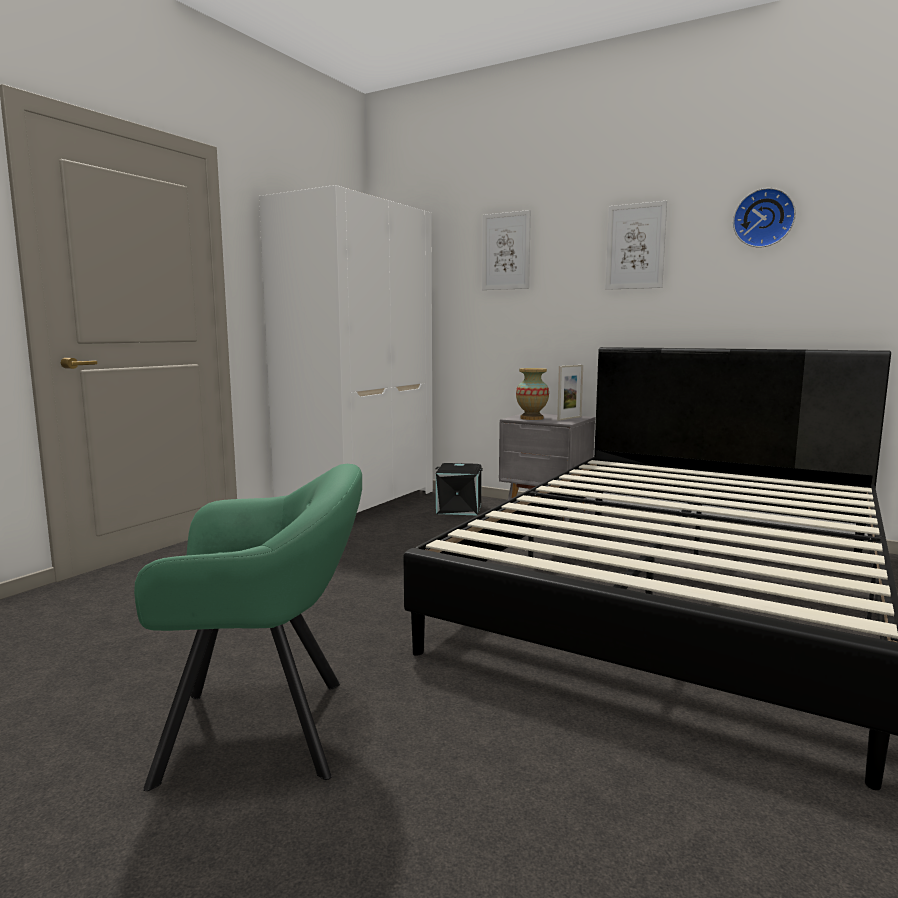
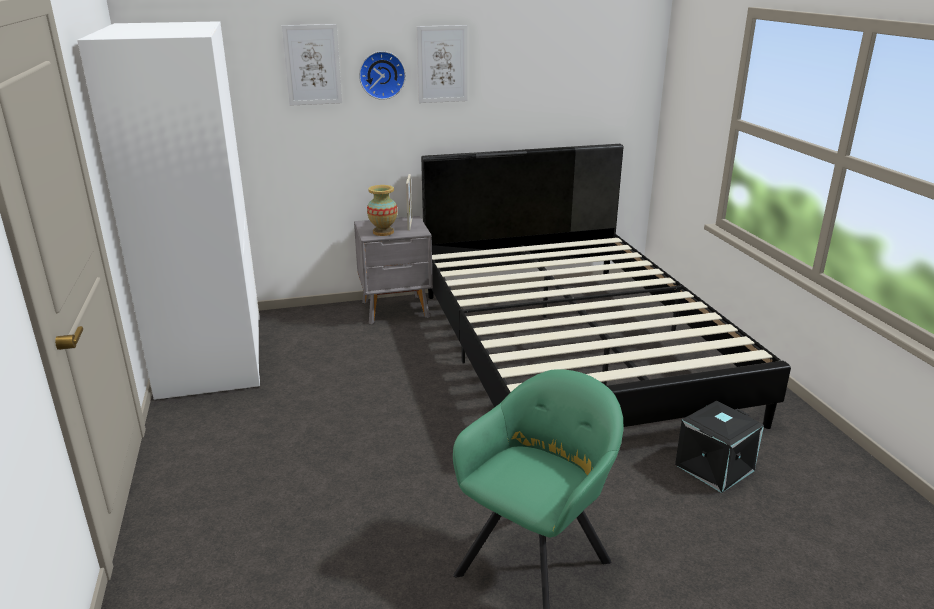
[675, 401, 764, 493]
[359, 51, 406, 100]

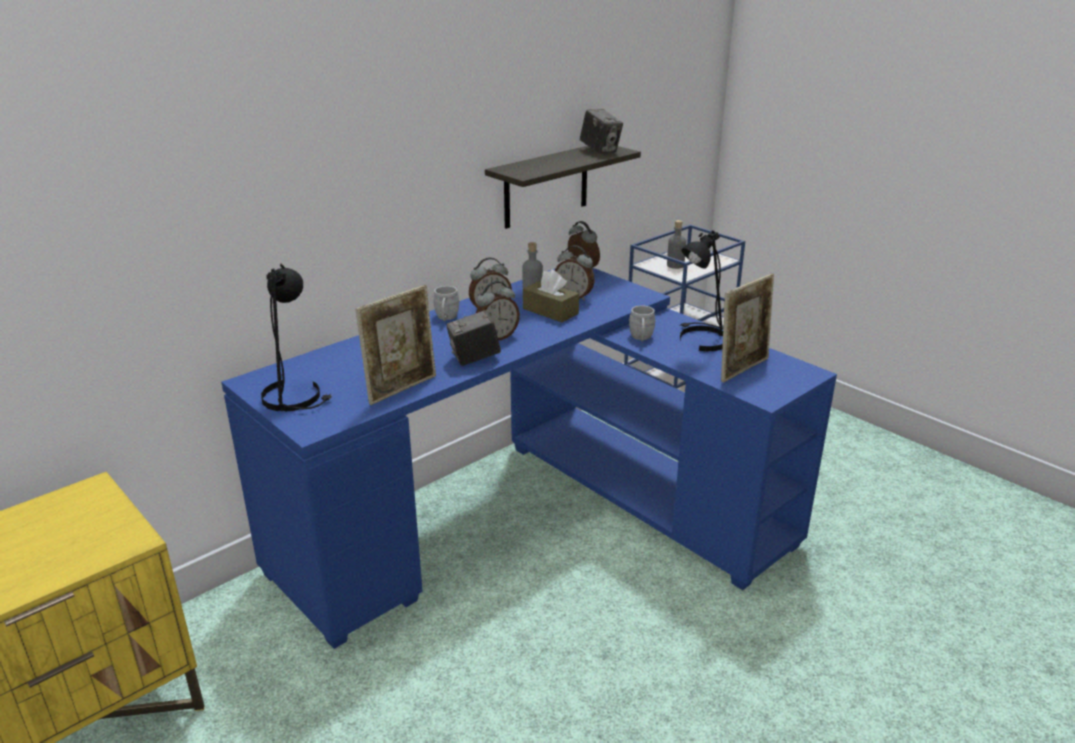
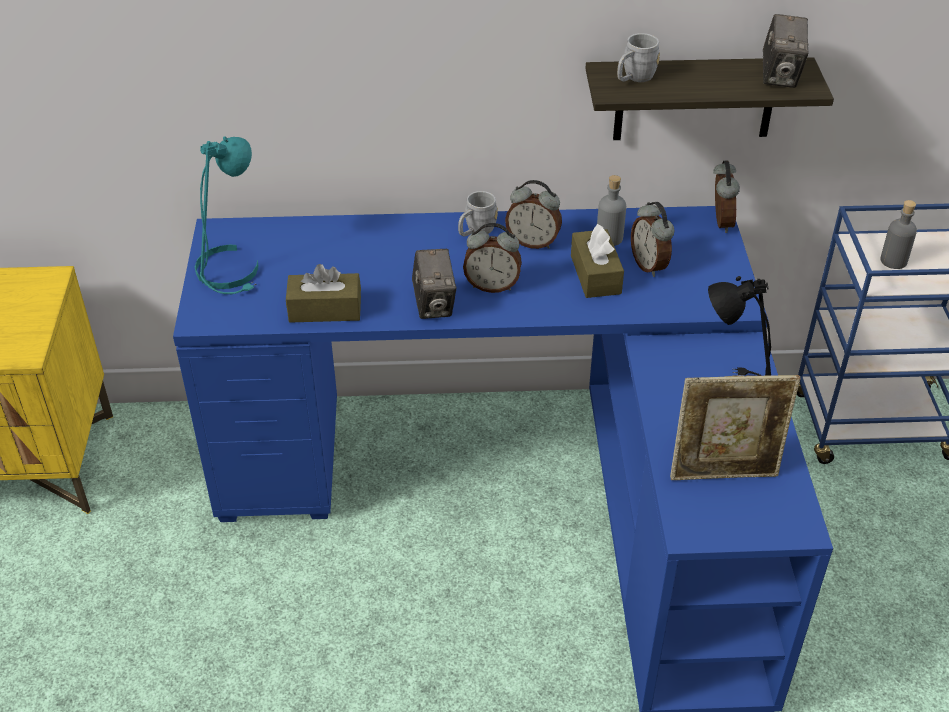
[617, 33, 660, 82]
[286, 264, 361, 323]
[195, 136, 258, 294]
[412, 249, 456, 319]

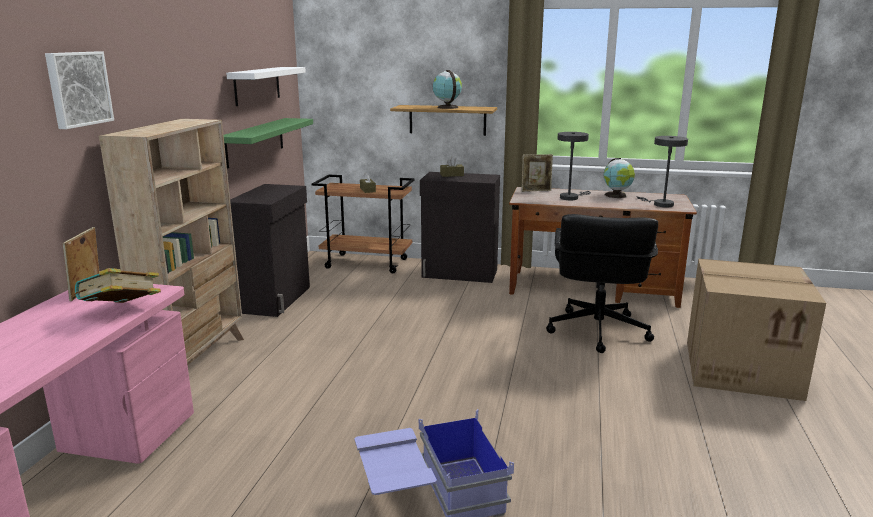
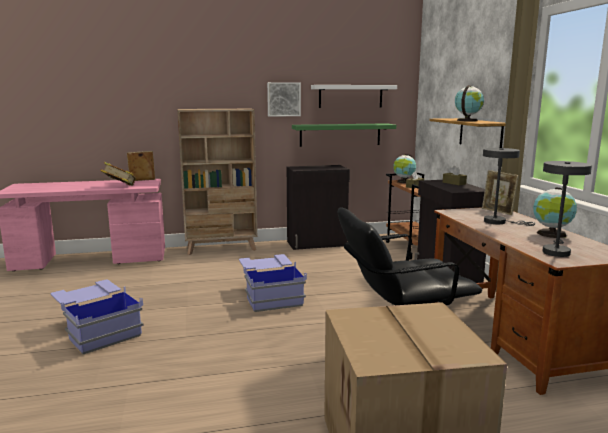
[239, 254, 307, 312]
[393, 154, 416, 183]
[267, 82, 301, 117]

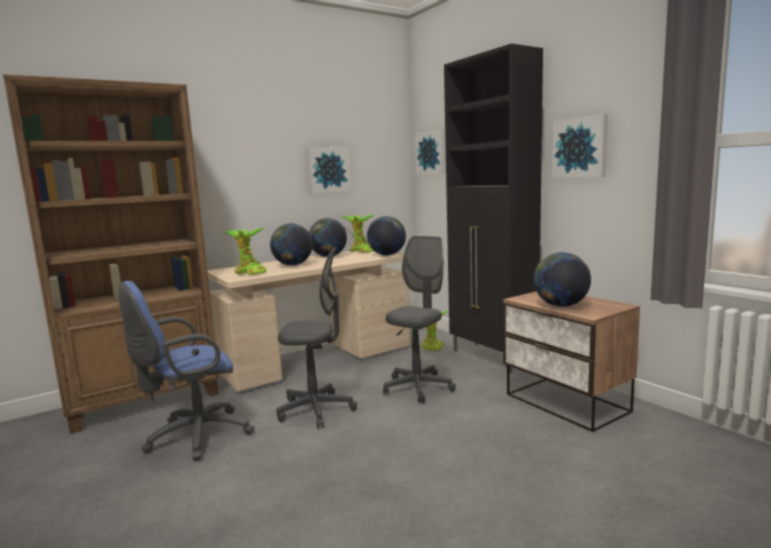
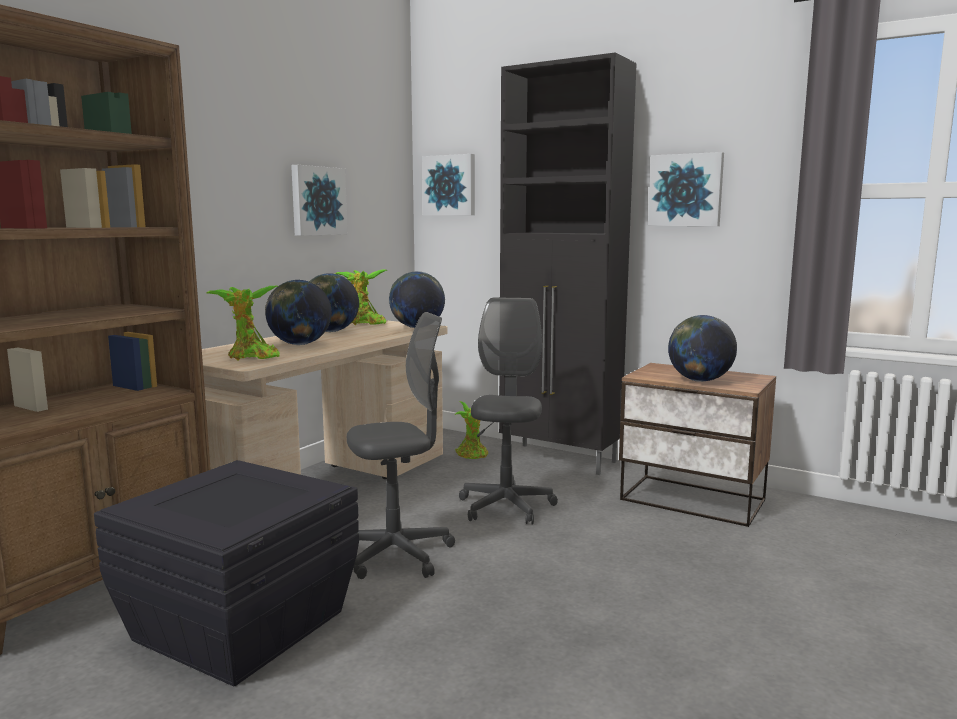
[94, 460, 359, 686]

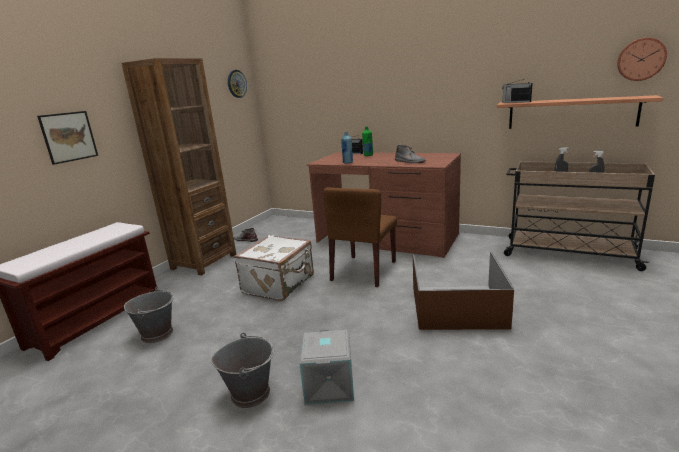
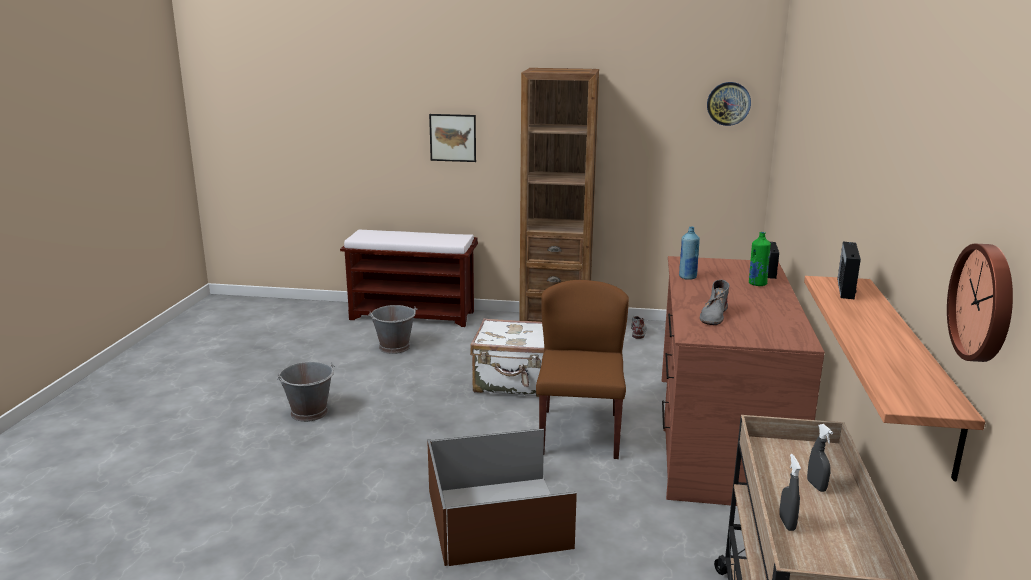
[299, 329, 354, 405] (first image)
[536, 280, 629, 459]

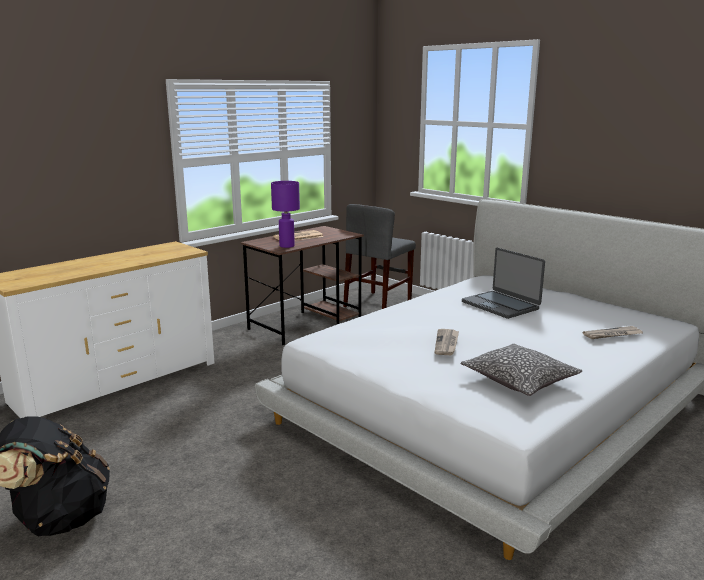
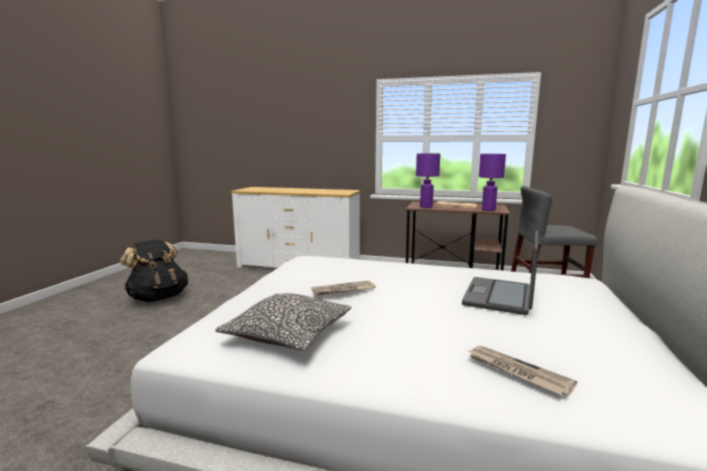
[479, 154, 506, 211]

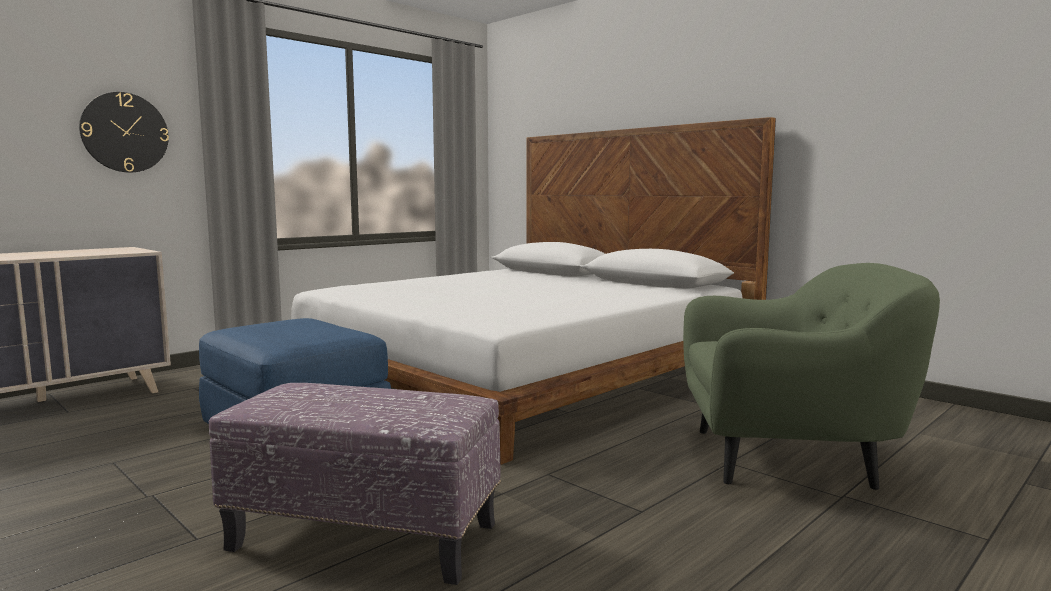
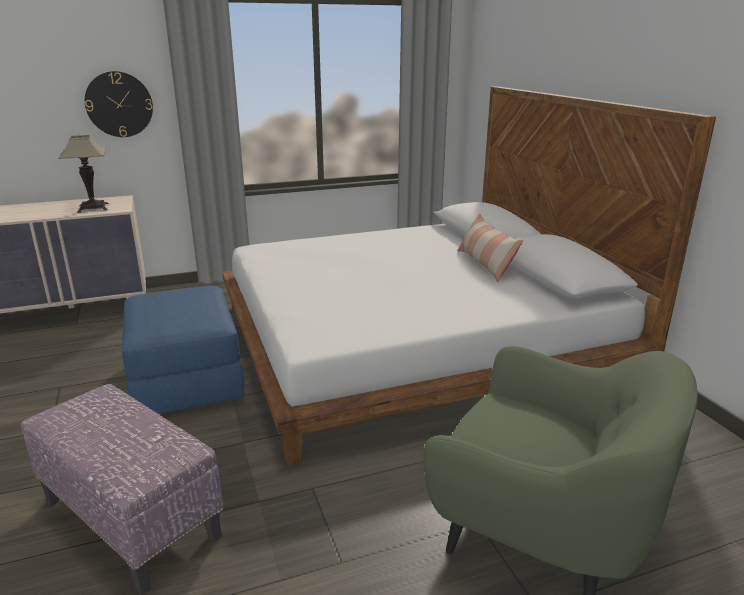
[59, 135, 109, 213]
[457, 214, 523, 282]

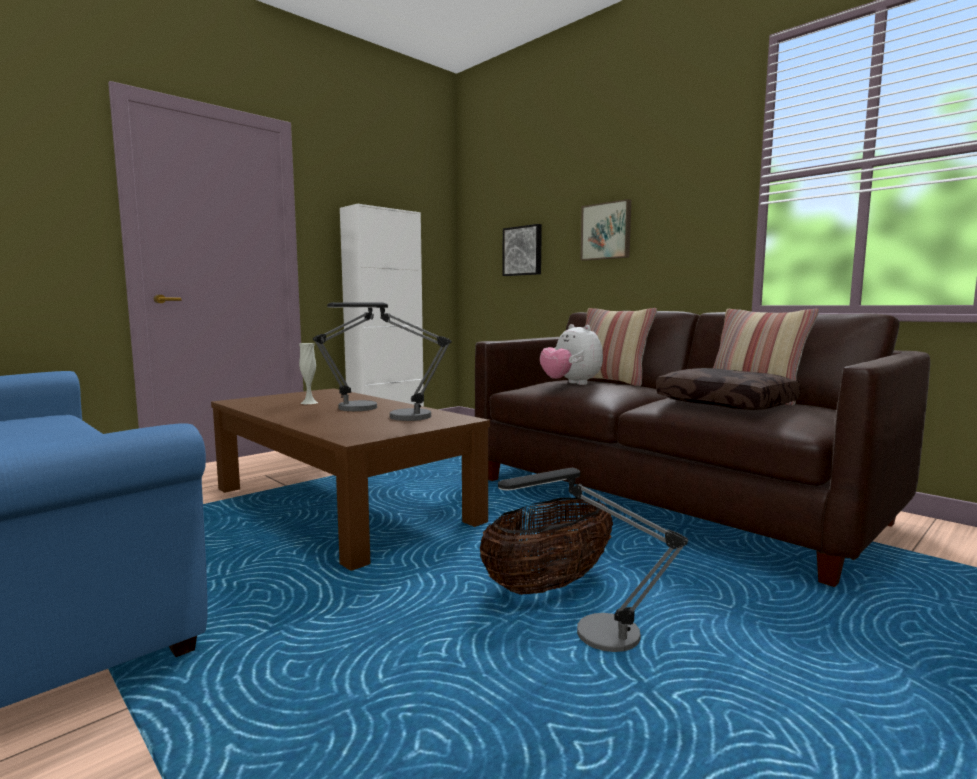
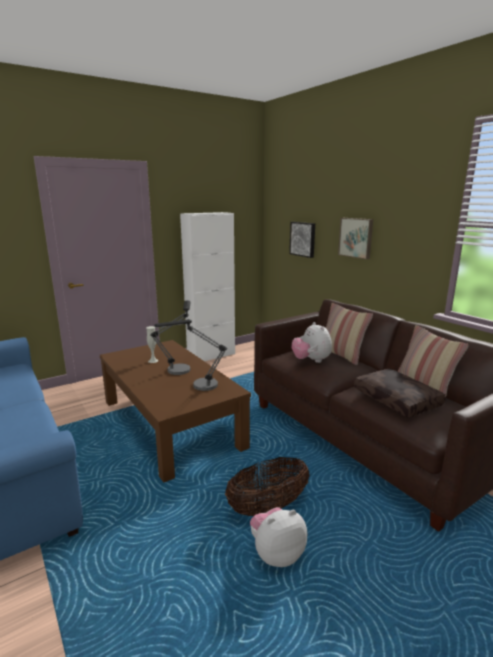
[250, 507, 307, 567]

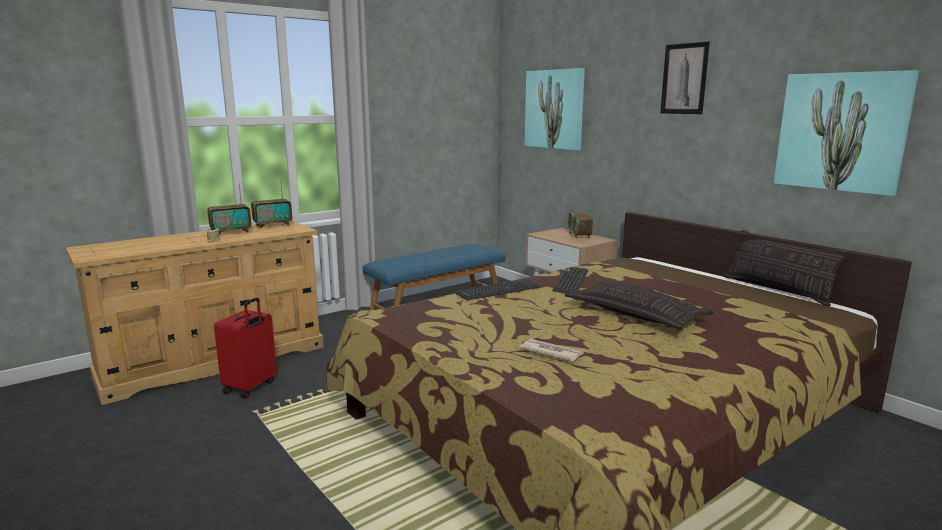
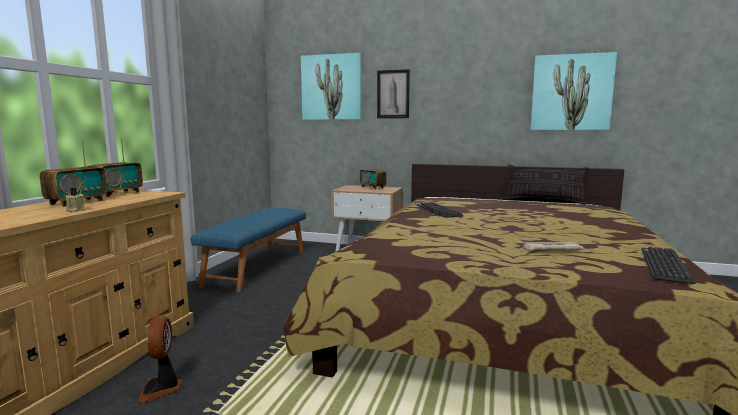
[565, 282, 714, 330] (first image)
[641, 247, 695, 284]
[377, 69, 410, 118]
[137, 315, 182, 403]

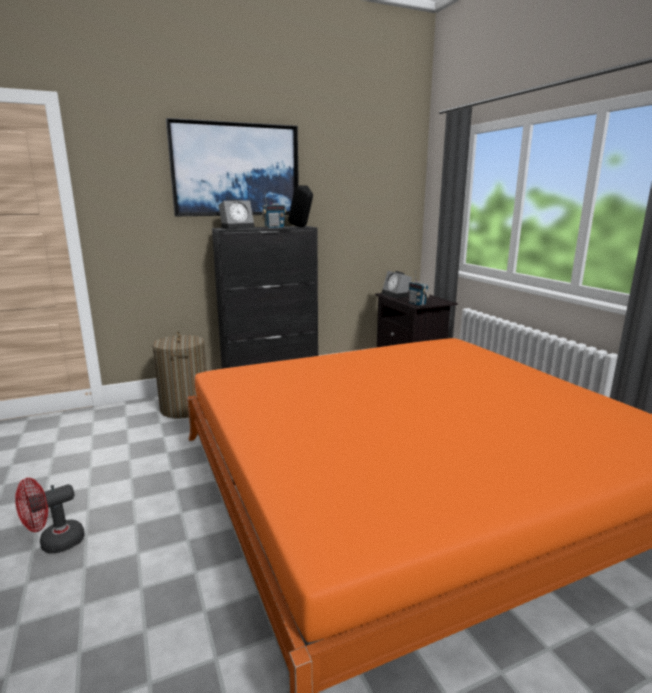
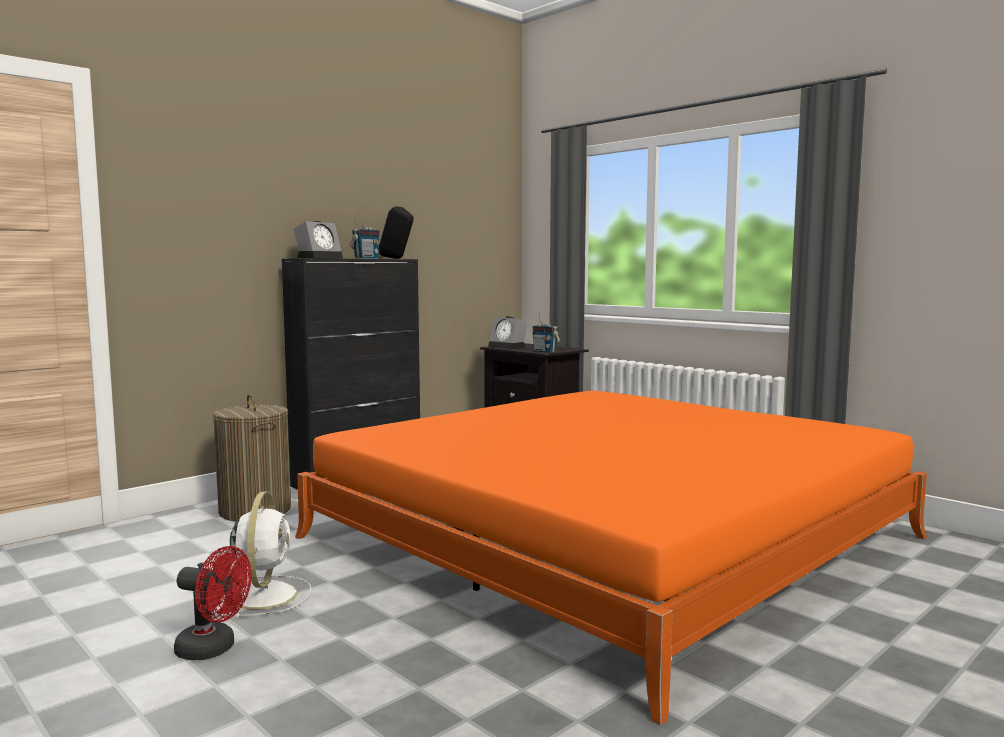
[166, 118, 299, 216] (first image)
[230, 492, 312, 618]
[174, 546, 252, 660]

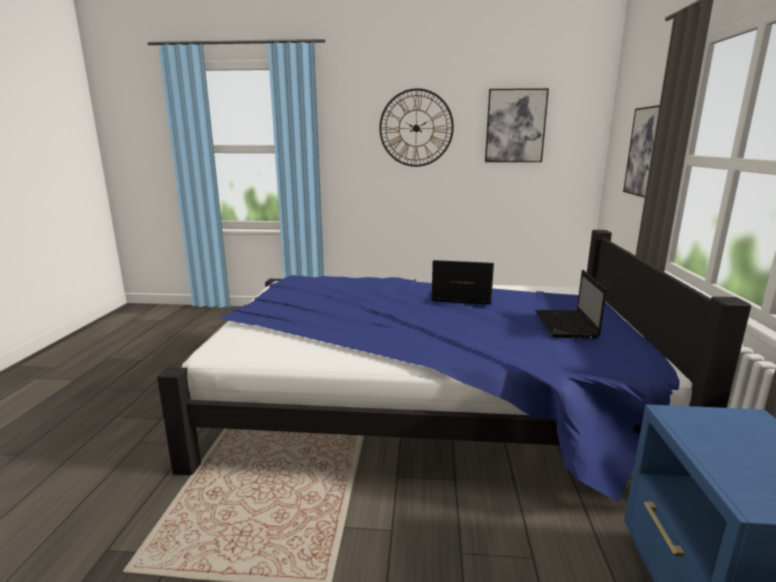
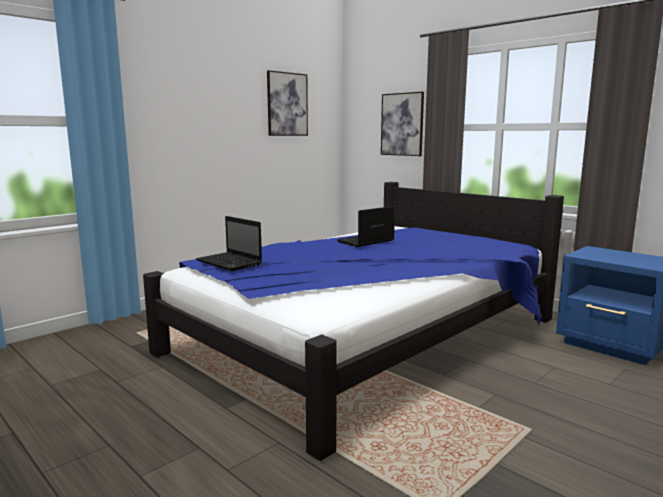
[379, 88, 454, 167] (first image)
[196, 216, 262, 271]

